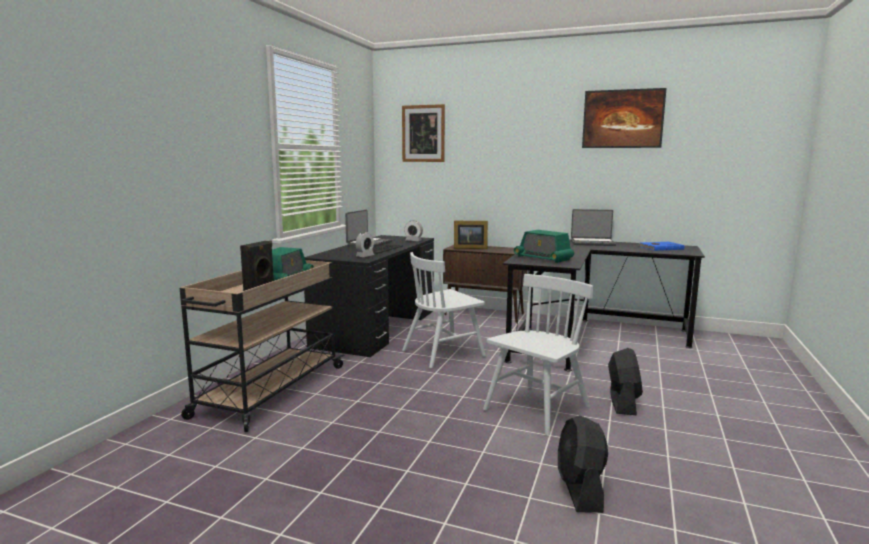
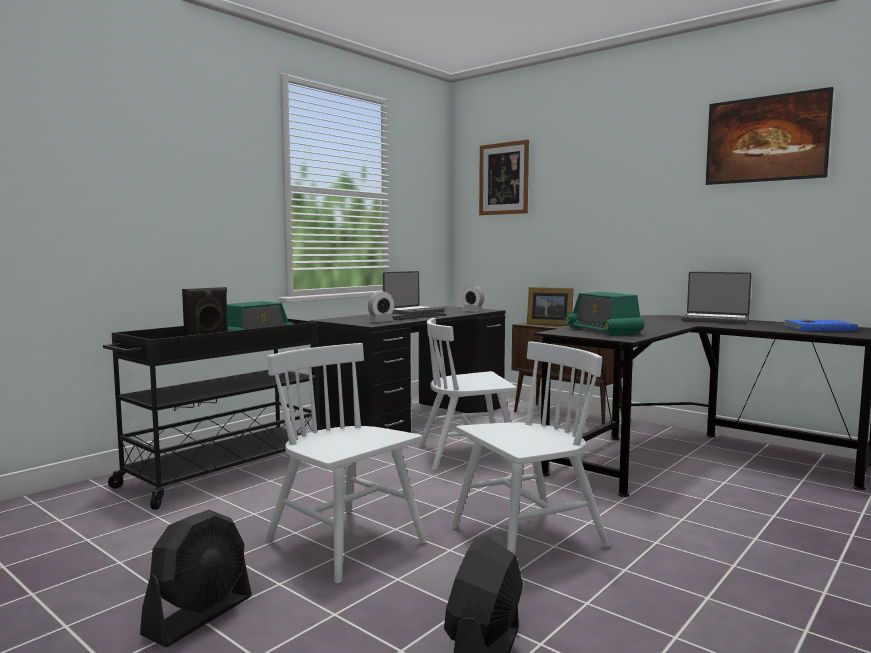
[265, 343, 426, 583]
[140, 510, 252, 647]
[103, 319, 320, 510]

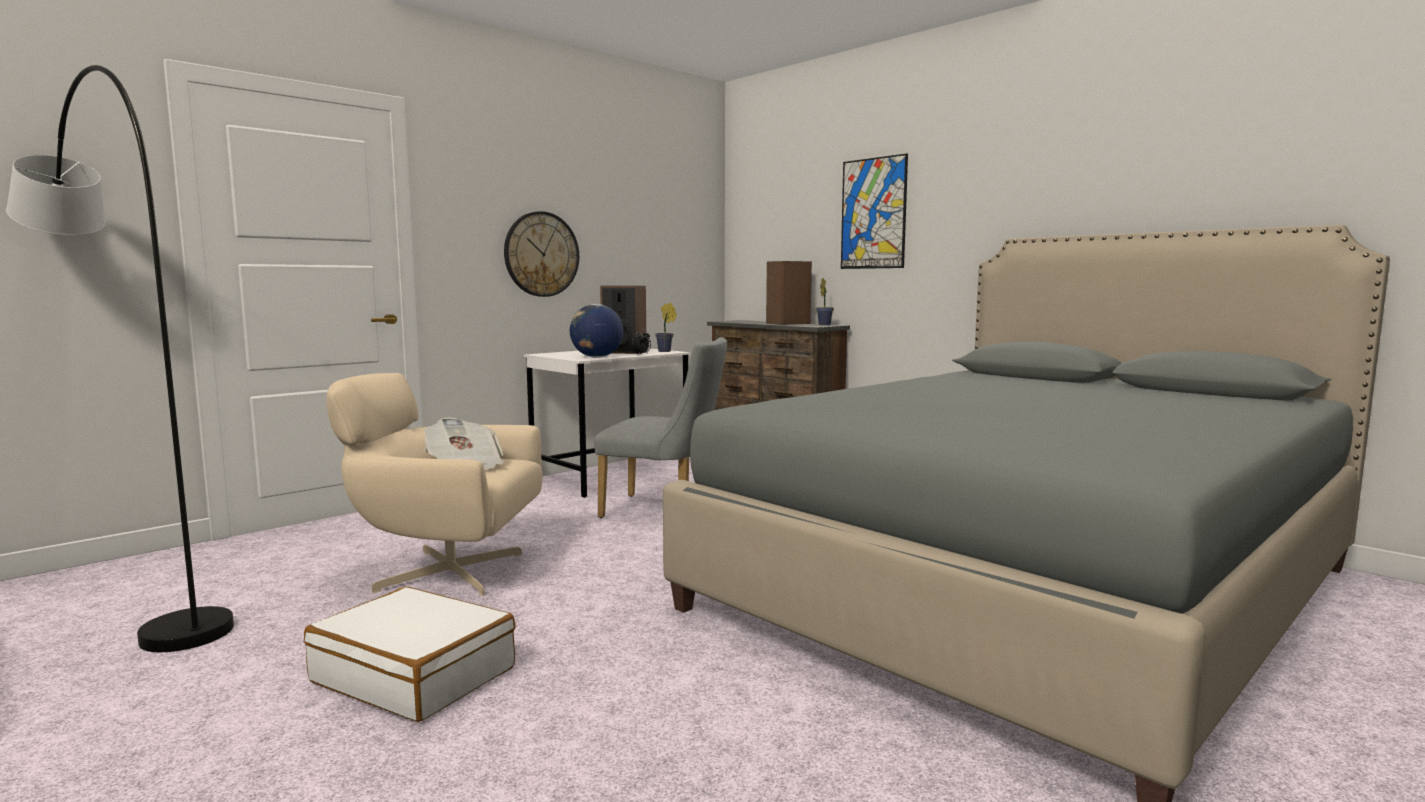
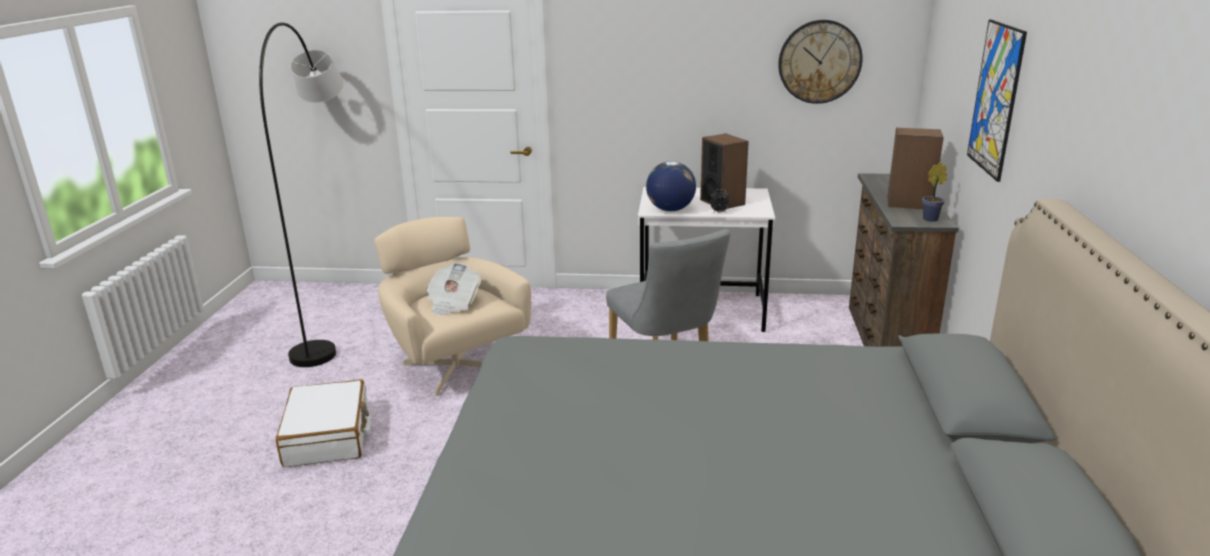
[655, 302, 677, 352] (first image)
[778, 20, 863, 104]

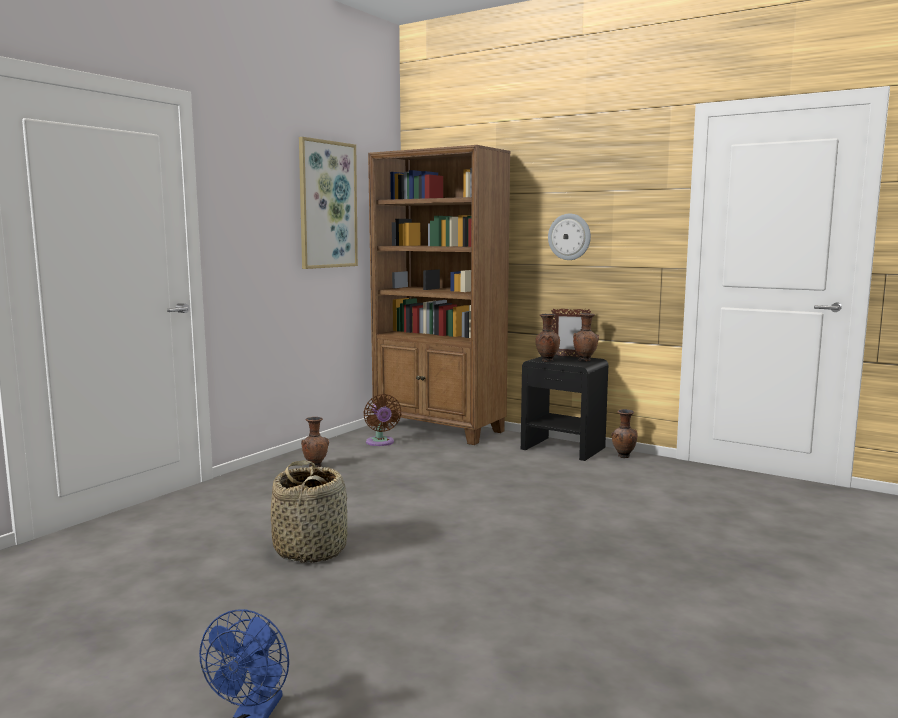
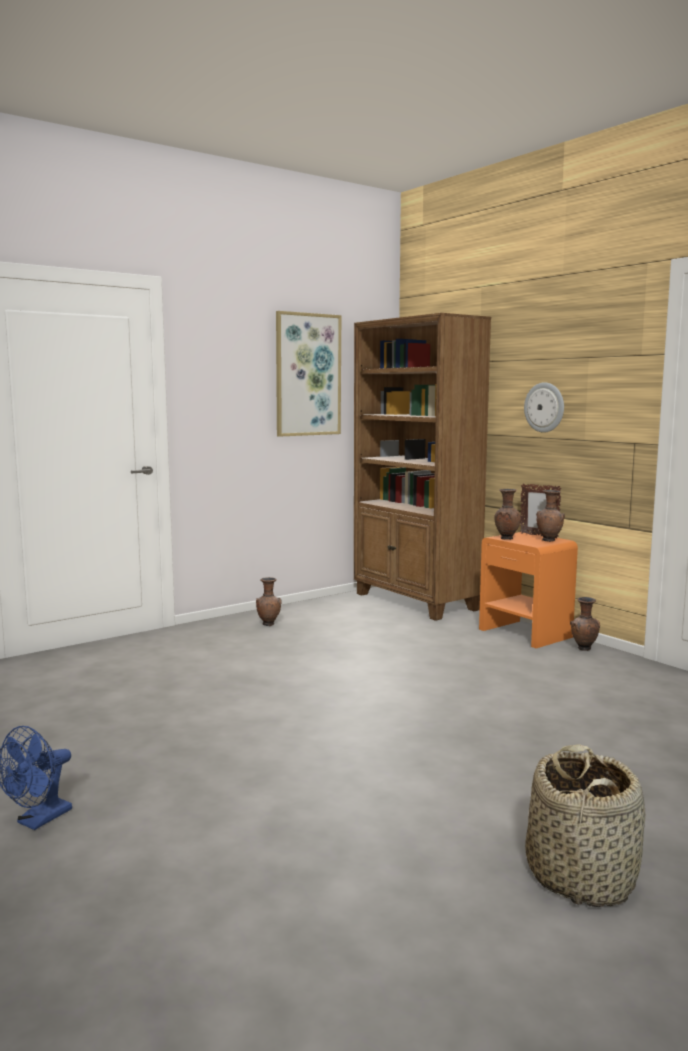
[364, 394, 401, 446] (first image)
[525, 744, 646, 907]
[479, 532, 578, 648]

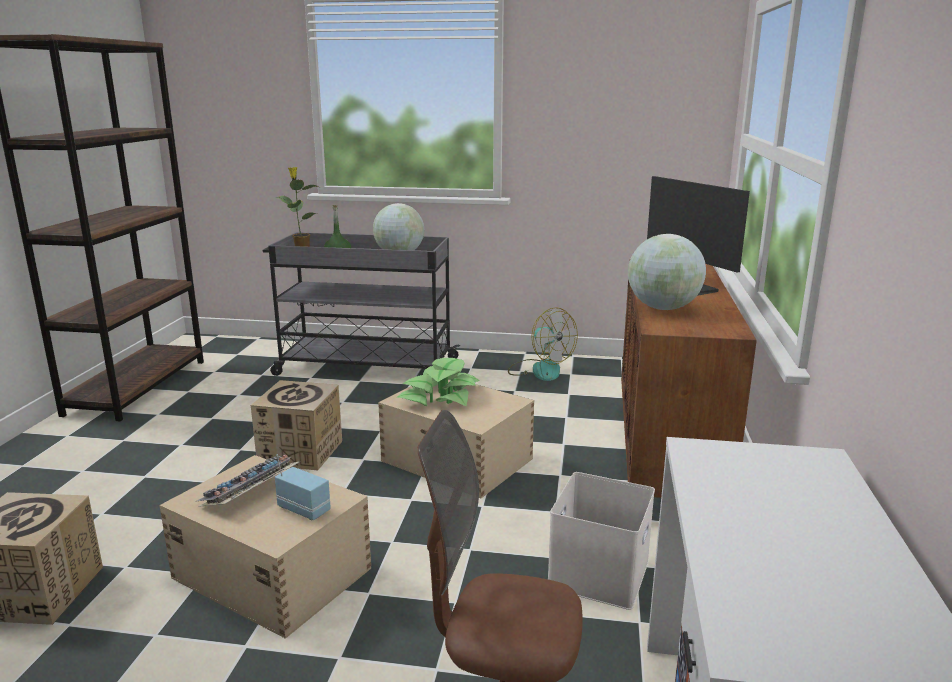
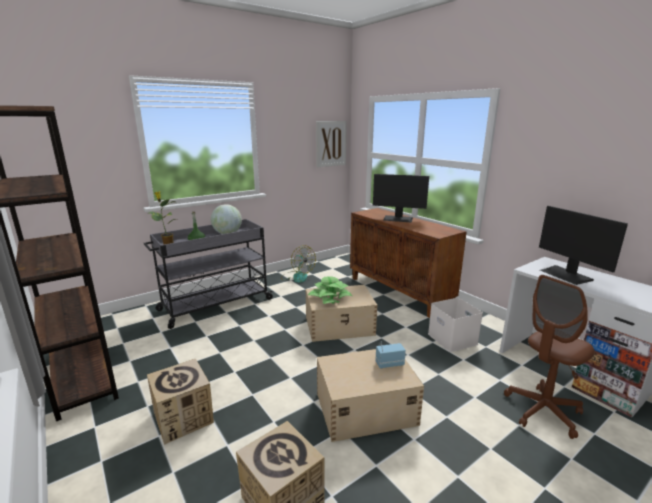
[197, 455, 301, 507] (first image)
[628, 234, 706, 310] (first image)
[316, 121, 347, 167]
[539, 206, 628, 285]
[147, 359, 214, 445]
[281, 245, 316, 283]

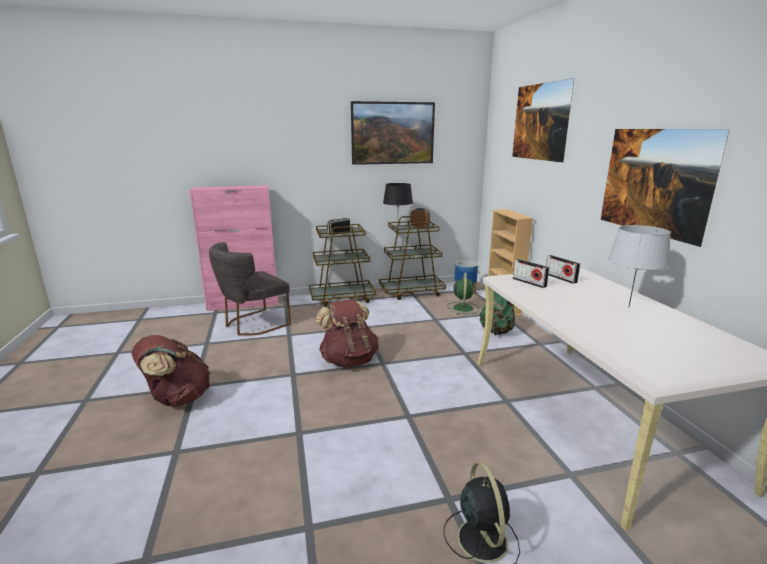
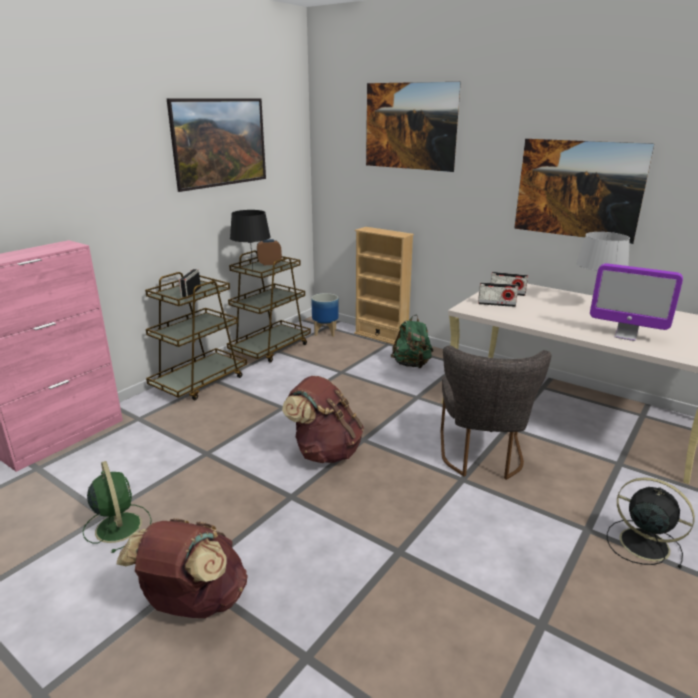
[590, 263, 683, 341]
[441, 346, 551, 480]
[83, 461, 152, 553]

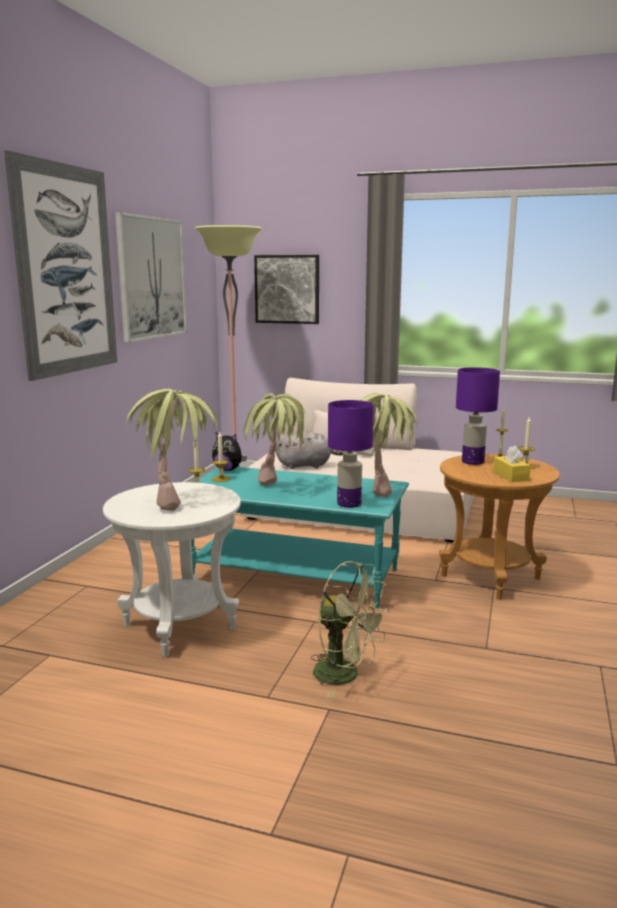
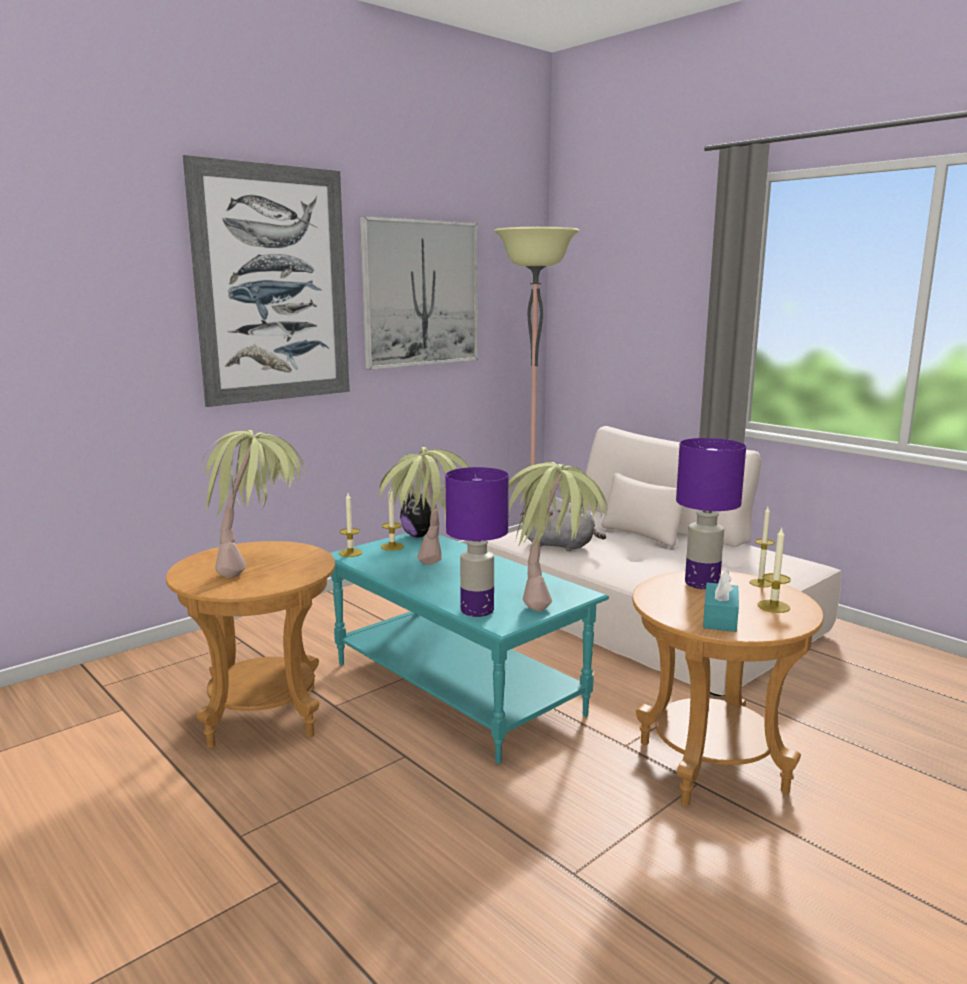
[254, 255, 319, 324] (first image)
[311, 561, 390, 697] (first image)
[166, 541, 335, 748]
[703, 571, 739, 632]

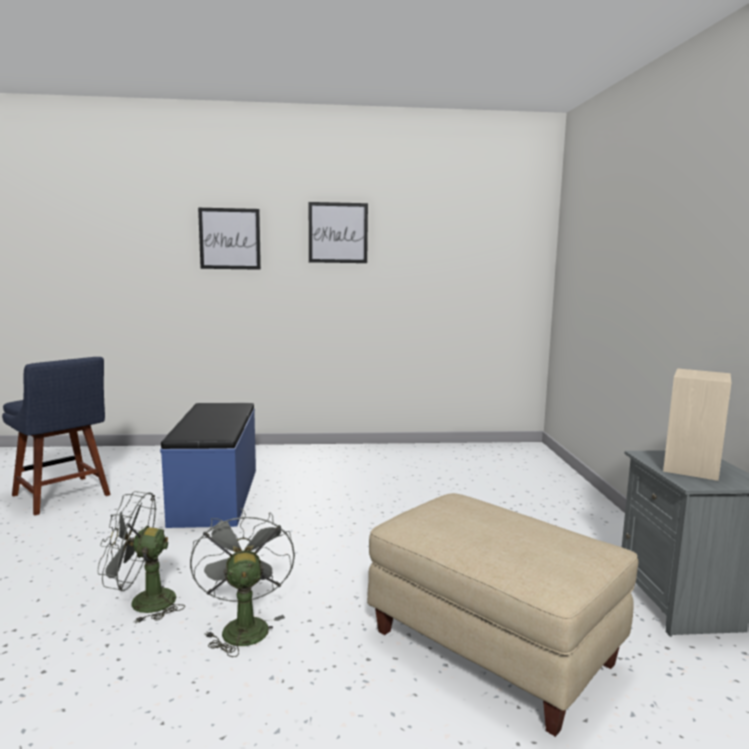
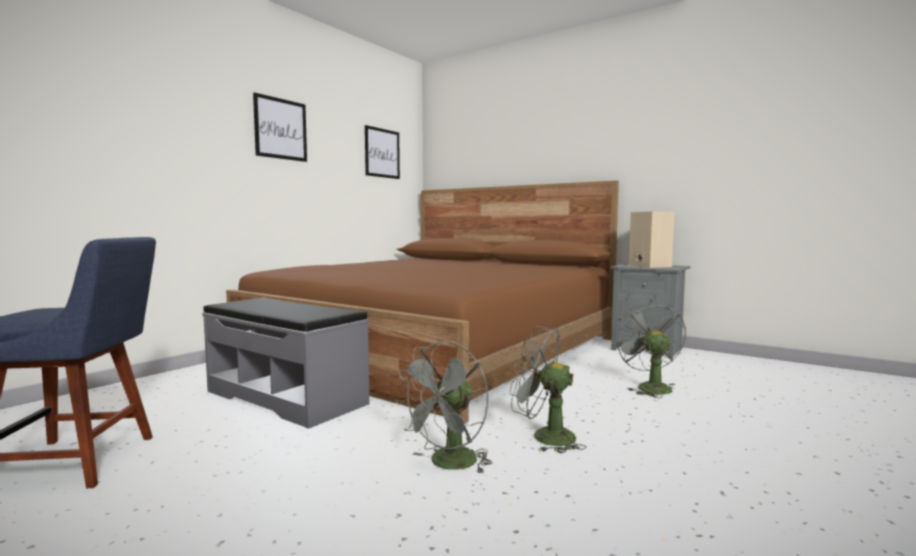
[226, 180, 619, 424]
[365, 125, 400, 179]
[614, 302, 686, 398]
[202, 298, 370, 429]

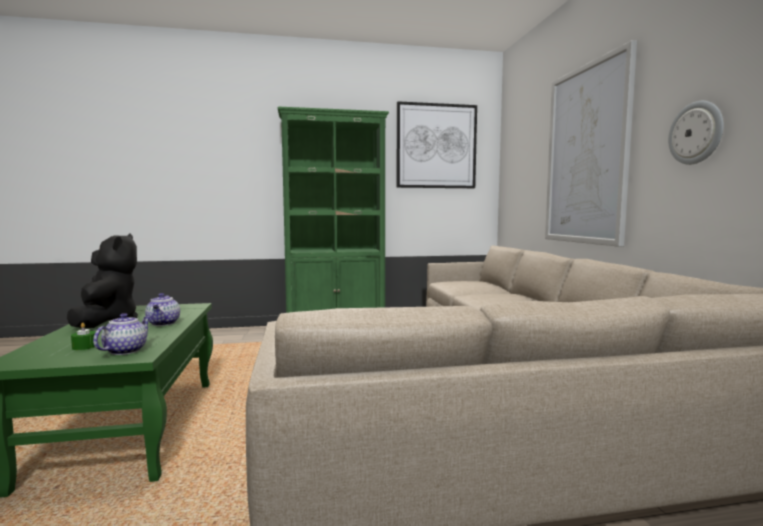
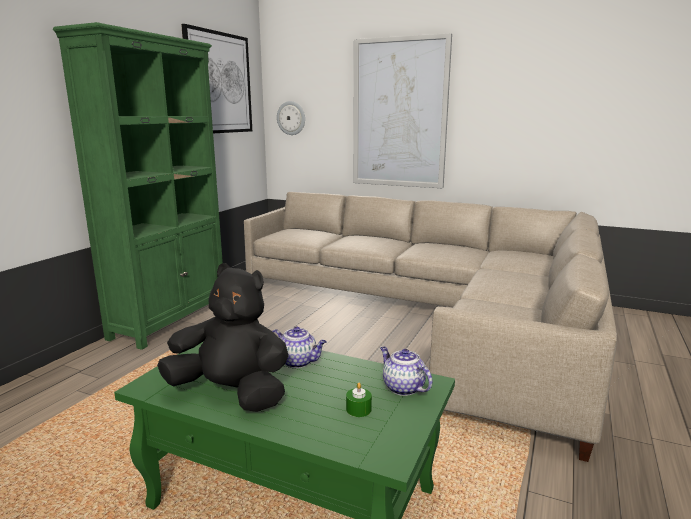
[277, 101, 305, 135]

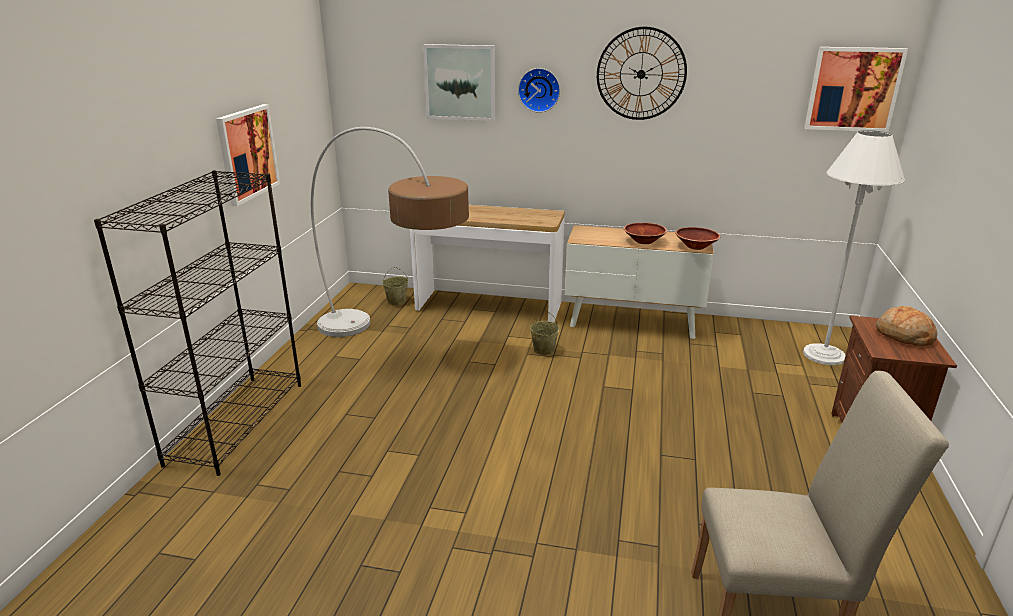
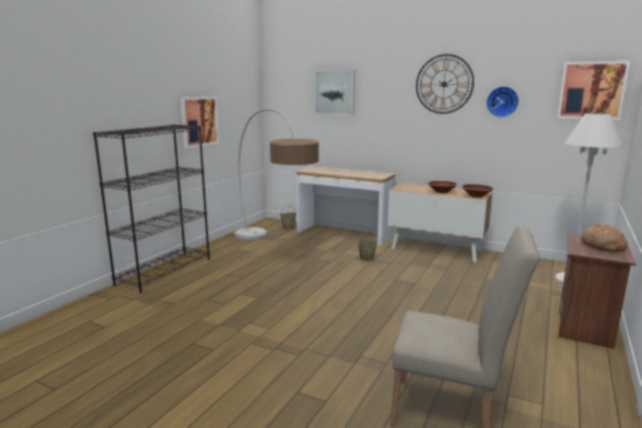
[486, 86, 519, 117]

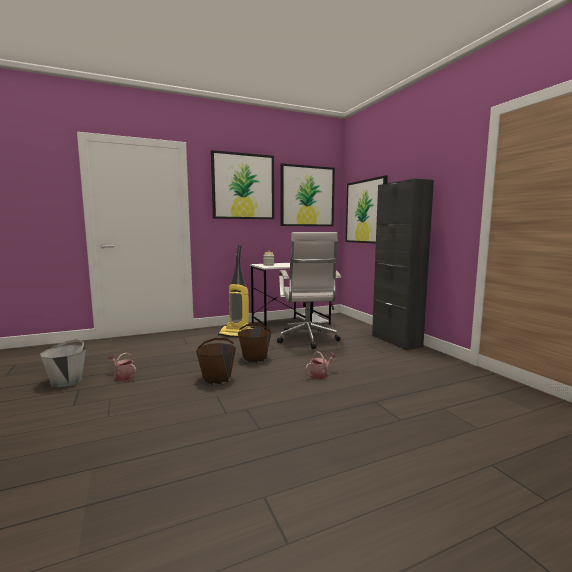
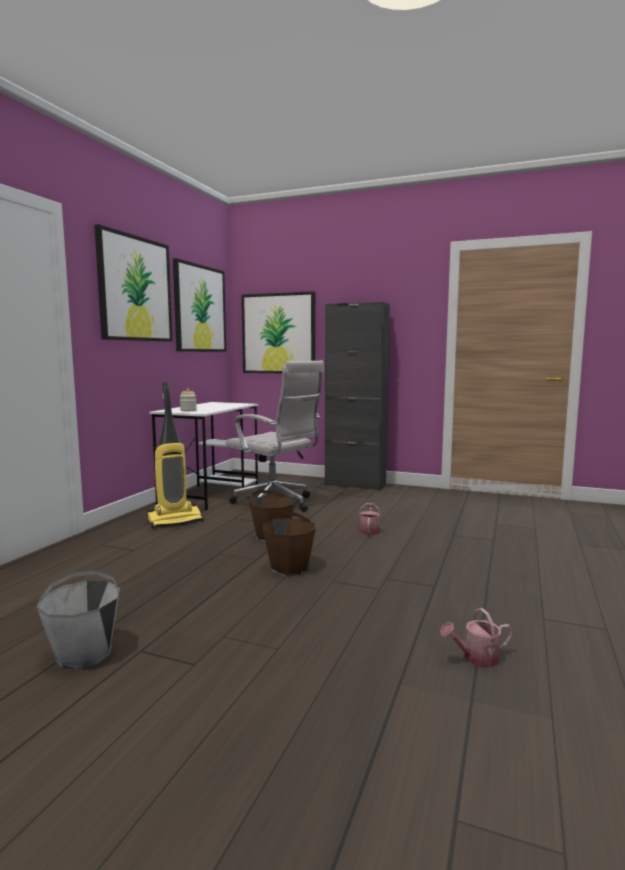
[440, 608, 513, 667]

